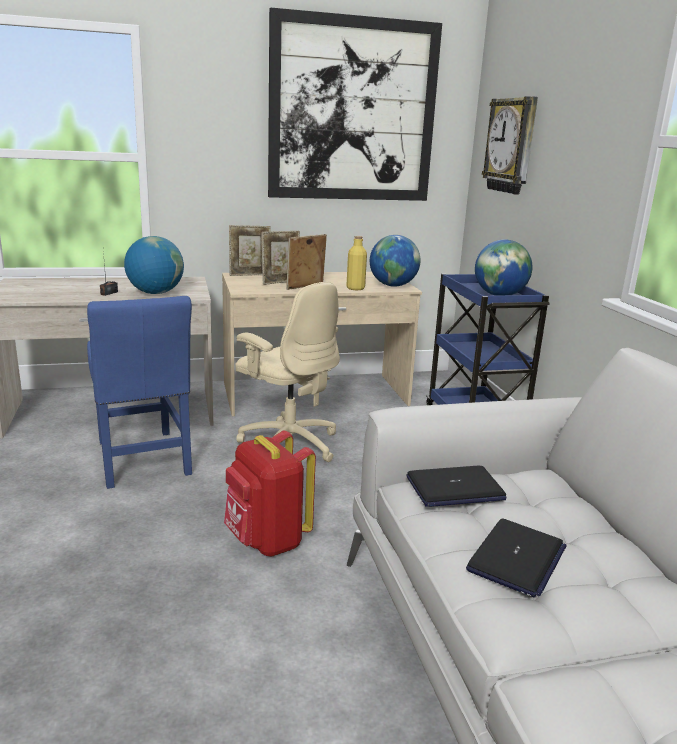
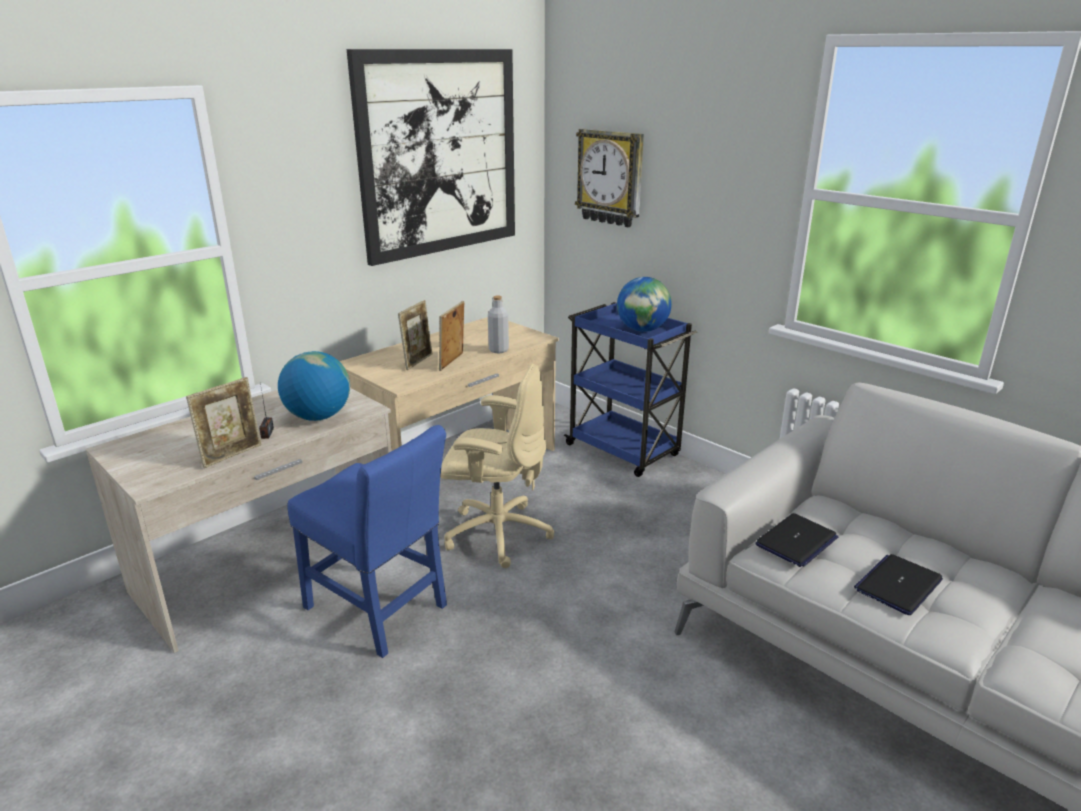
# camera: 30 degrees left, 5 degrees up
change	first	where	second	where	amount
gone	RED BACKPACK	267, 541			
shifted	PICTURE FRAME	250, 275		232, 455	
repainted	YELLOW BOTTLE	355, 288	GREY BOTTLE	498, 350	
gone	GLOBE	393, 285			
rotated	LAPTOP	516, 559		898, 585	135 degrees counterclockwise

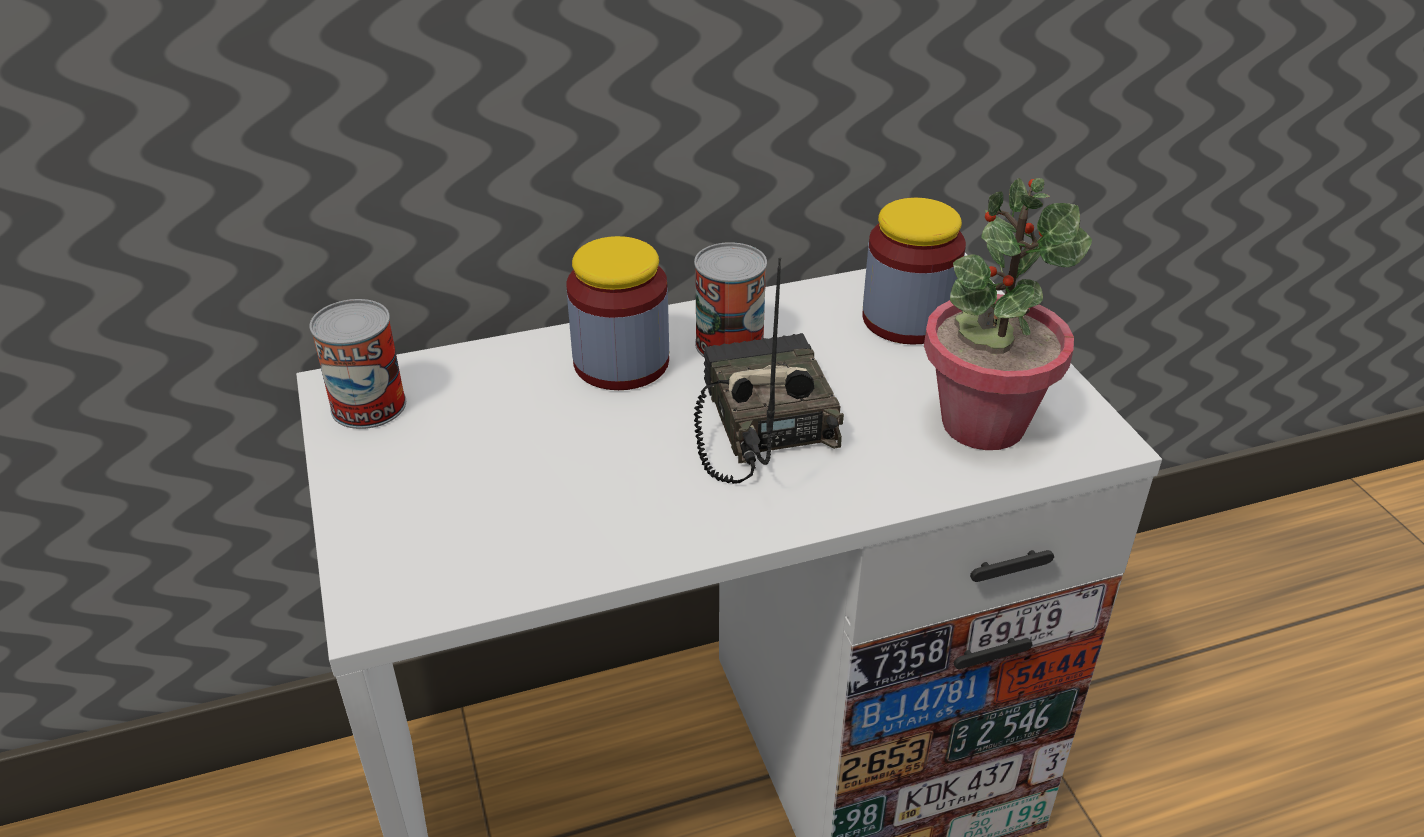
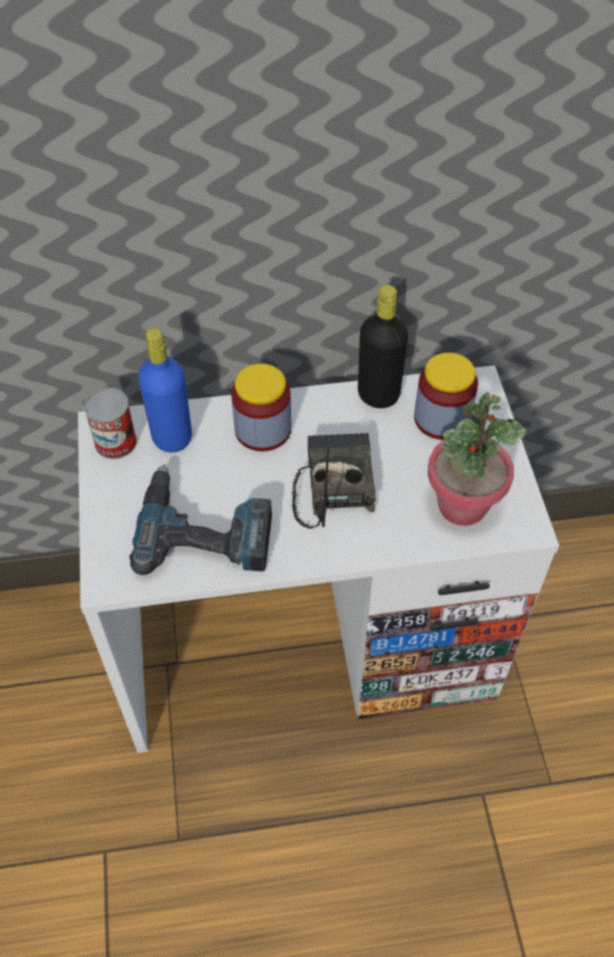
# camera: 10 degrees right, 15 degrees up
change	first	where	second	where	amount
gone	CAN	729, 343			
new			POWER DRILL	205, 529	
new			BLUE BOTTLE	172, 437	
new			BLACK BOTTLE	378, 395	

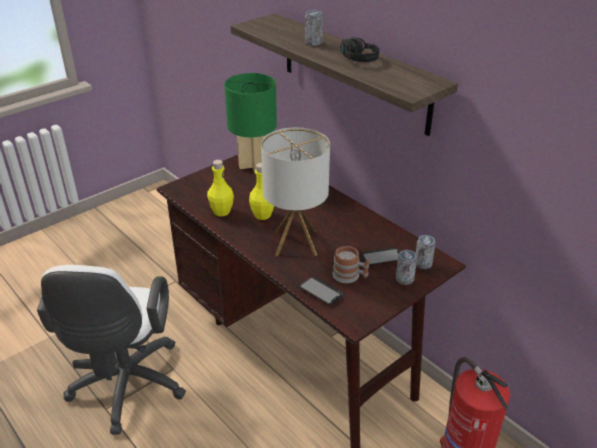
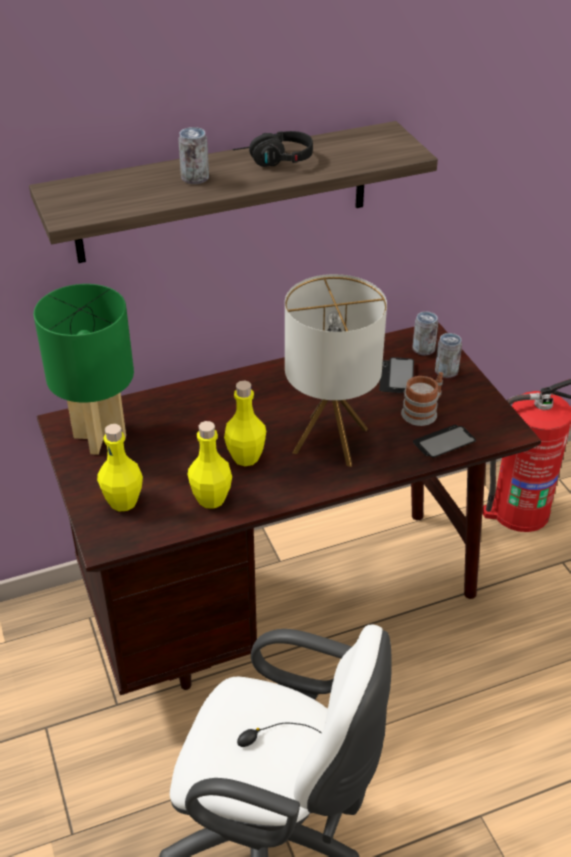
# camera: 70 degrees left, 5 degrees up
change	first	where	second	where	amount
new			YELLOW BOTTLE	123, 502	

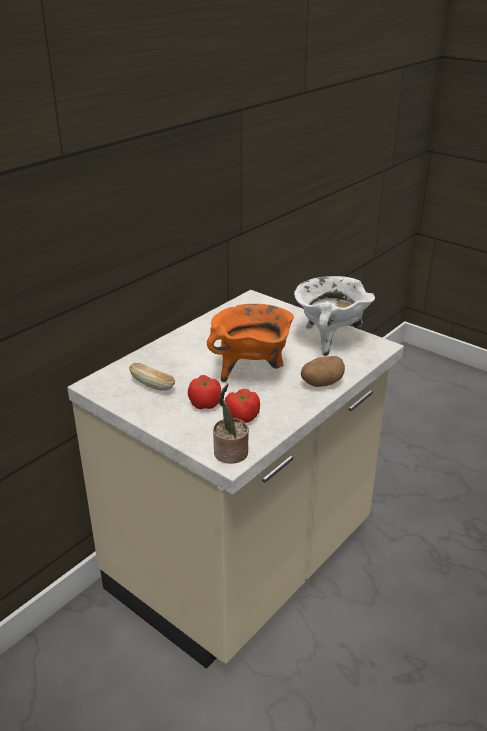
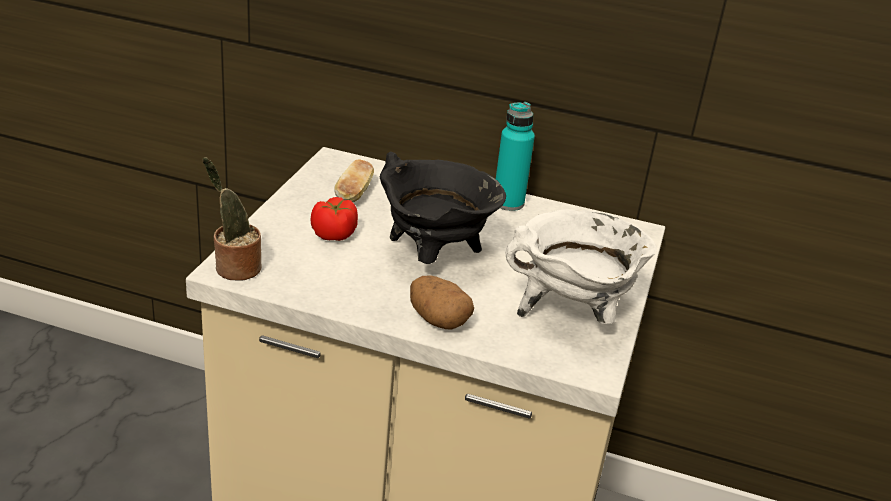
# camera: 65 degrees right, 0 degrees up
change	first	where	second	where	amount
repainted	ORANGE COOKING POT	251, 370	BLACK COOKING POT	433, 257	
gone	TOMATO	242, 417			
new			TURQUOISE BOTTLE	508, 203	

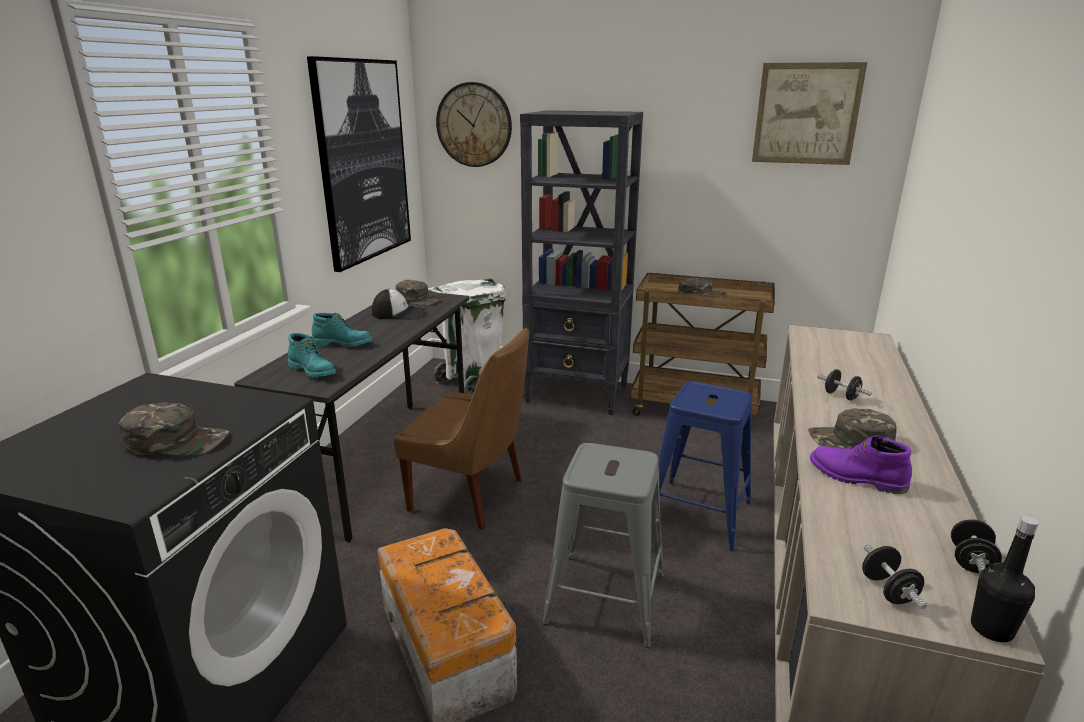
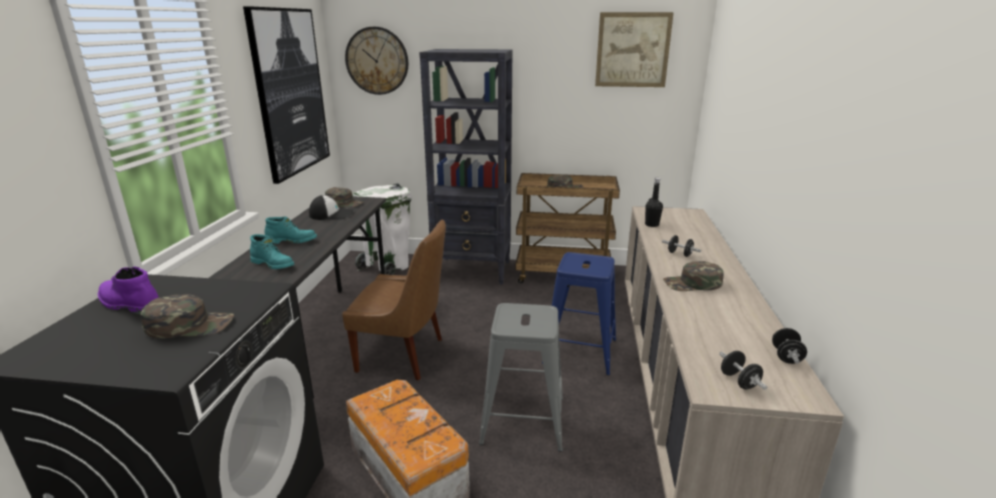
# camera: 10 degrees left, 0 degrees up
change	first	where	second	where	amount
shifted	PURPLE BOOT	856, 478		129, 304	
shifted	BLACK BOTTLE	991, 629		652, 225	

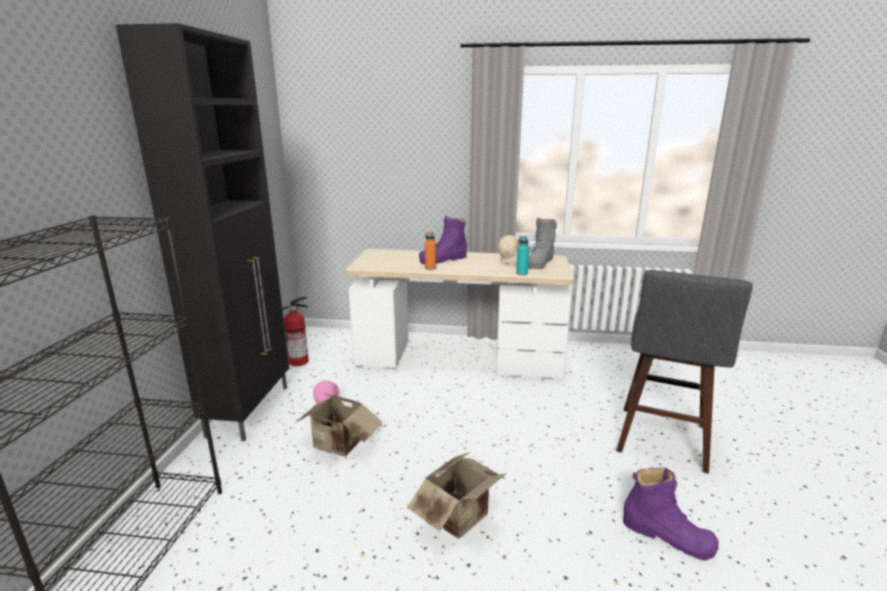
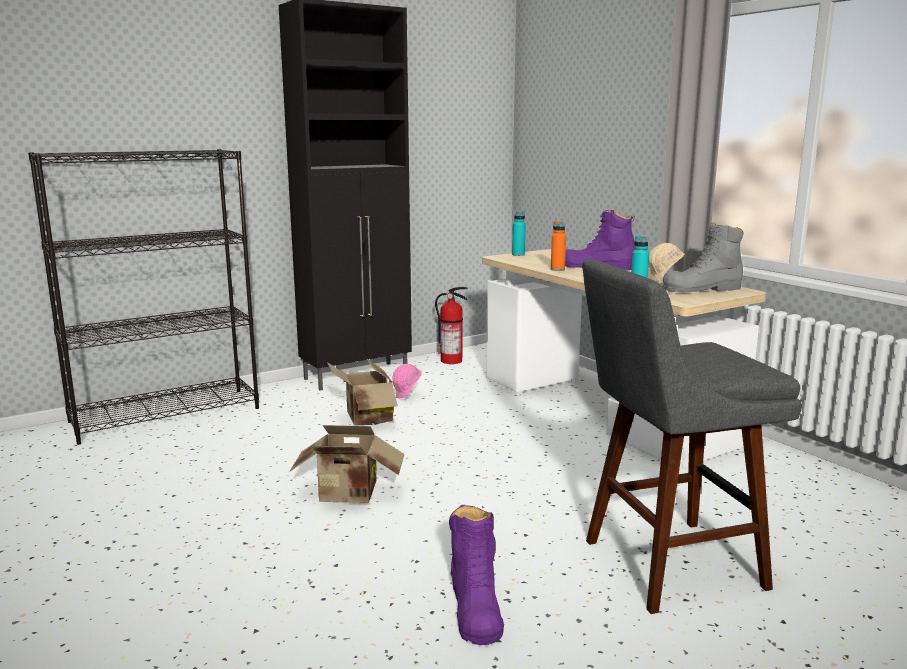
# camera: 50 degrees right, 5 degrees down
change	first	where	second	where	amount
new			TURQUOISE BOTTLE	518, 254	

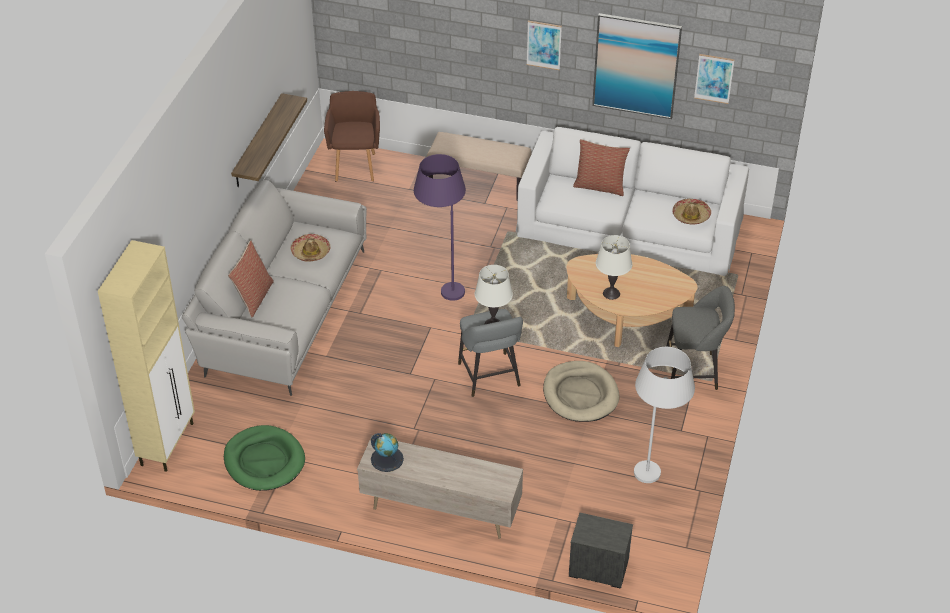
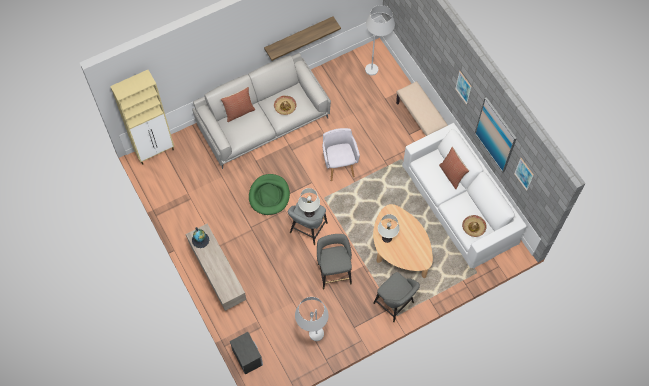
# camera: 45 degrees right, 20 degrees up
change	first	where	second	where	amount
shifted	GREEN DOG BED	264, 461		269, 195	
swapped	BROWN ARMCHAIR	355, 165	WHITE FLOOR LAMP	376, 65	
swapped	PURPLE FLOOR LAMP	441, 287	GREY ARMCHAIR	339, 165	
swapped	BEIGE DOG BED	580, 394	GREY STOOL	334, 271	

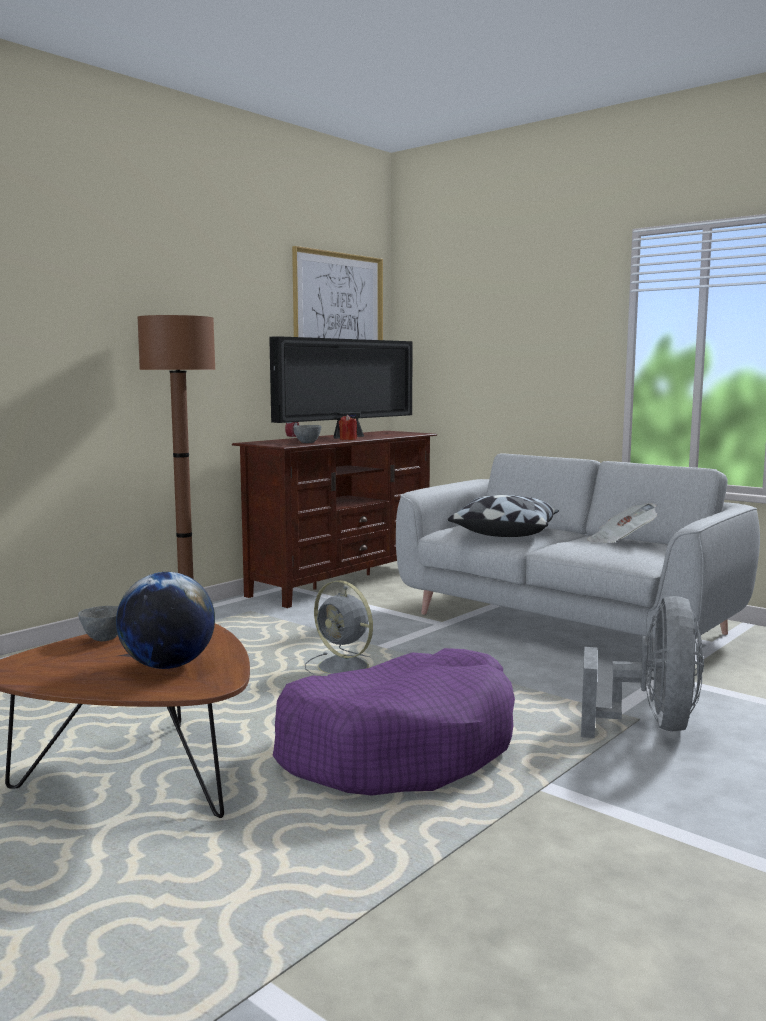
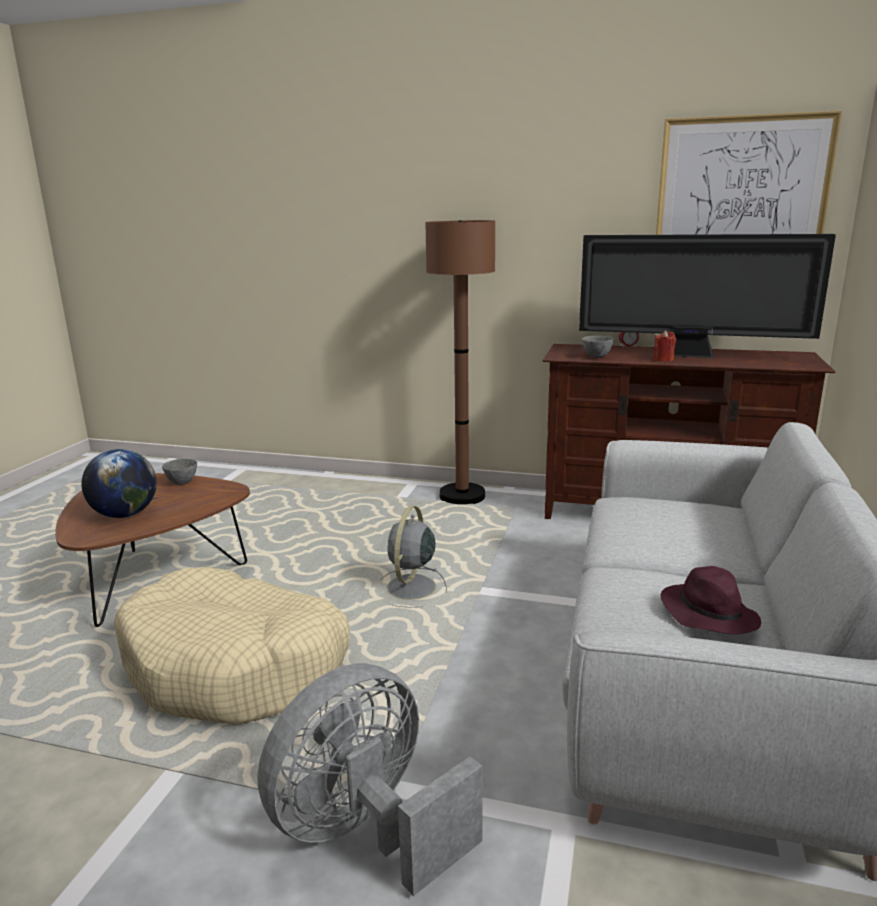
# camera: 65 degrees right, 10 degrees up
change	first	where	second	where	amount
repainted	PURPLE DOG BED	398, 748	BEIGE DOG BED	236, 666	
gone	PILLOW	504, 533			
rotated	GREY FAN	651, 726		367, 830	150 degrees clockwise
swapped	NEWSPAPER	621, 541	PURPLE HAT	707, 613	

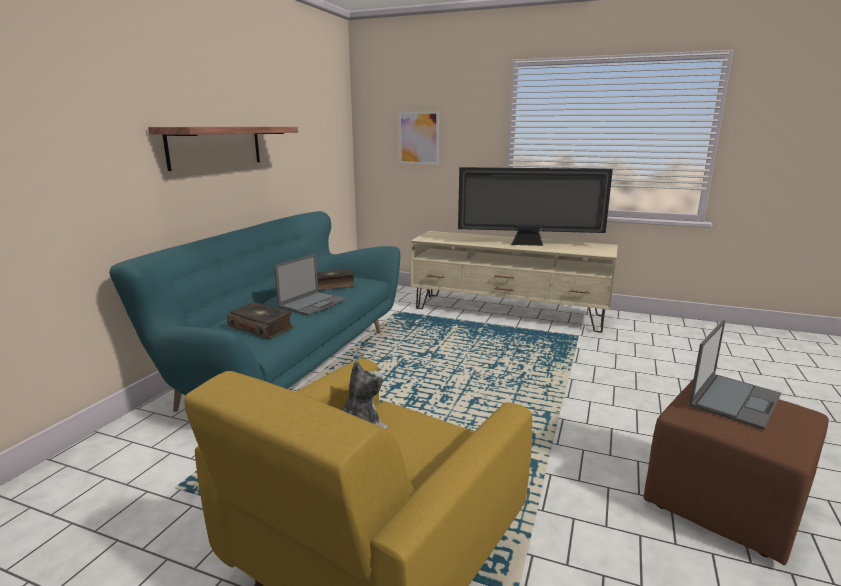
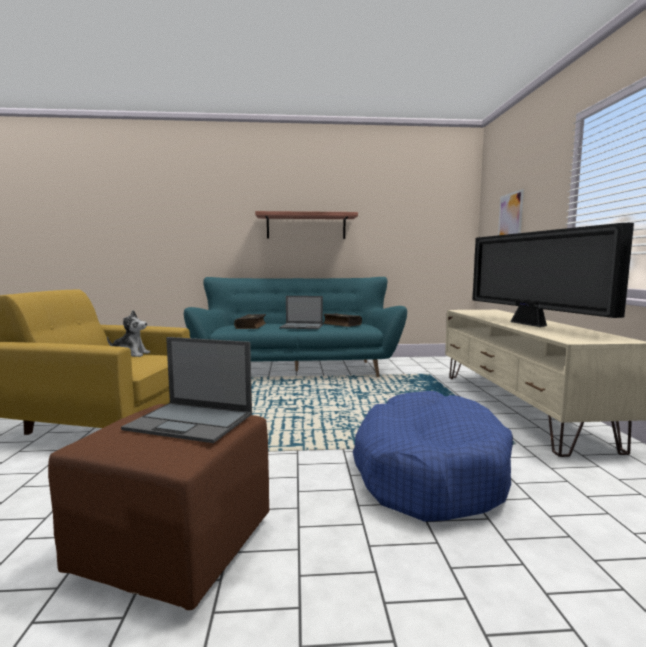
# camera: 65 degrees right, 10 degrees down
change	first	where	second	where	amount
new			BLUE DOG BED	427, 471	

